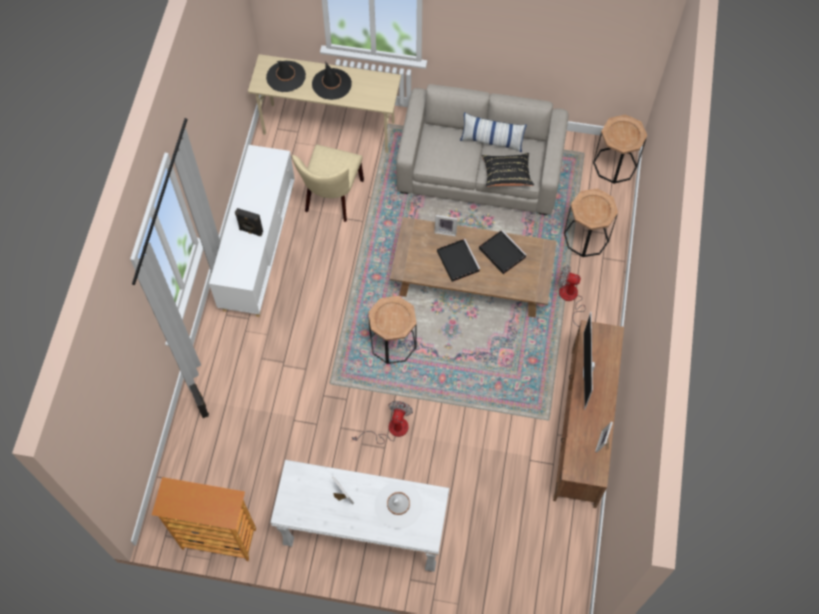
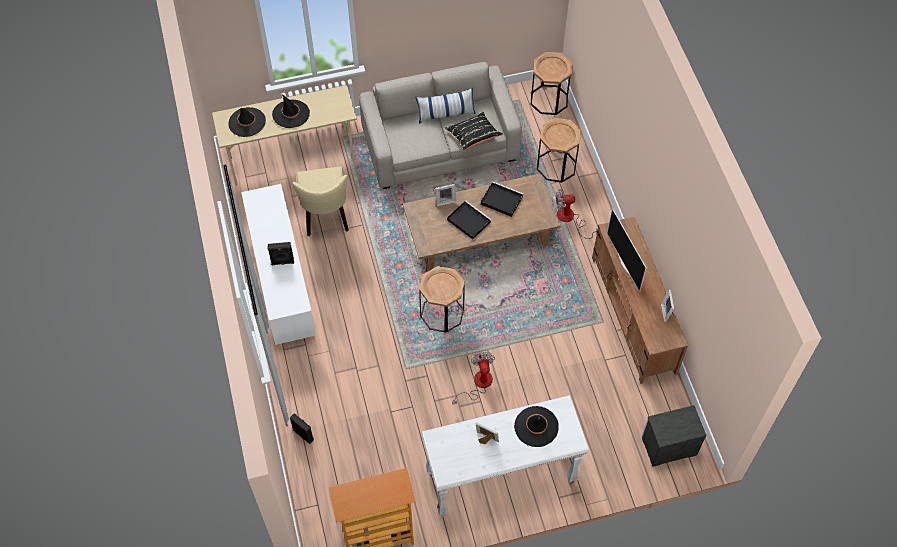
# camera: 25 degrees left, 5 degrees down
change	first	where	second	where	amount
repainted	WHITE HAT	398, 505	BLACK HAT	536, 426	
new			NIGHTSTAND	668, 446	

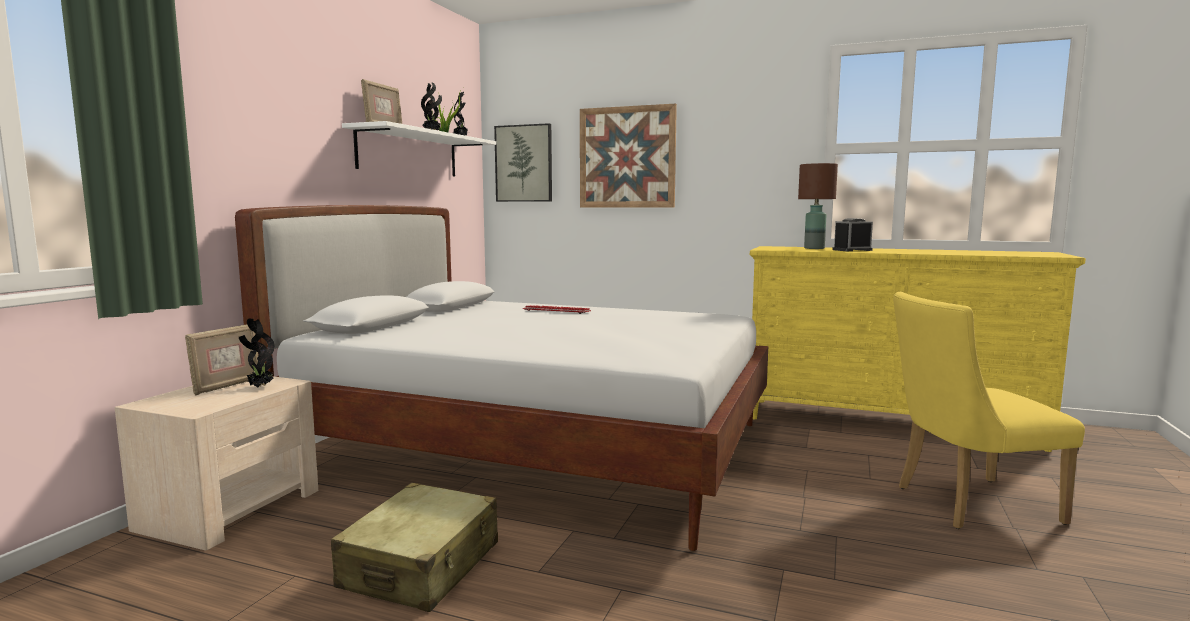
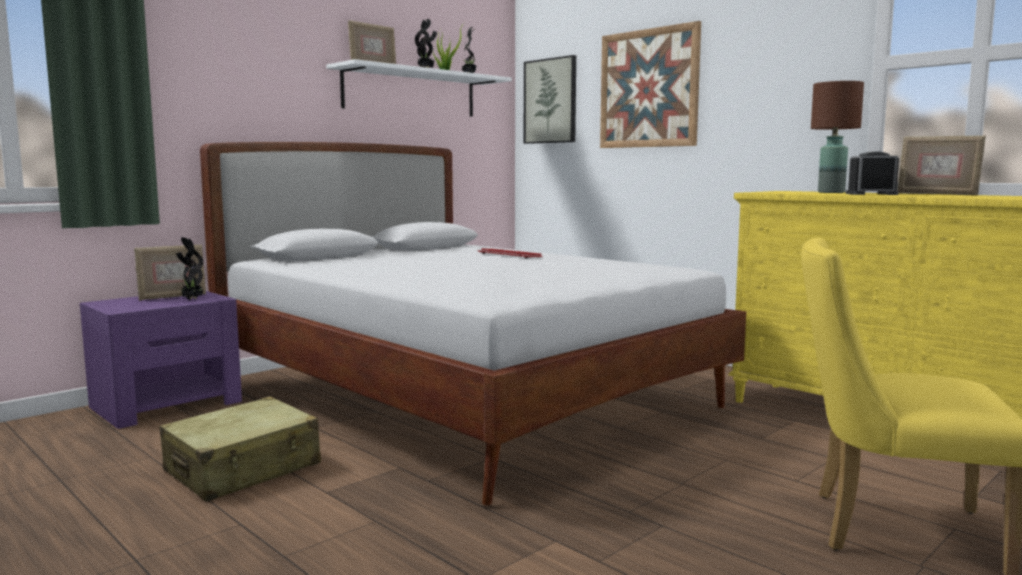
# camera: 25 degrees right, 0 degrees up
change	first	where	second	where	amount
repainted	BEIGE NIGHTSTAND	231, 509	PURPLE NIGHTSTAND	167, 404	
new			PICTURE FRAME	937, 194	

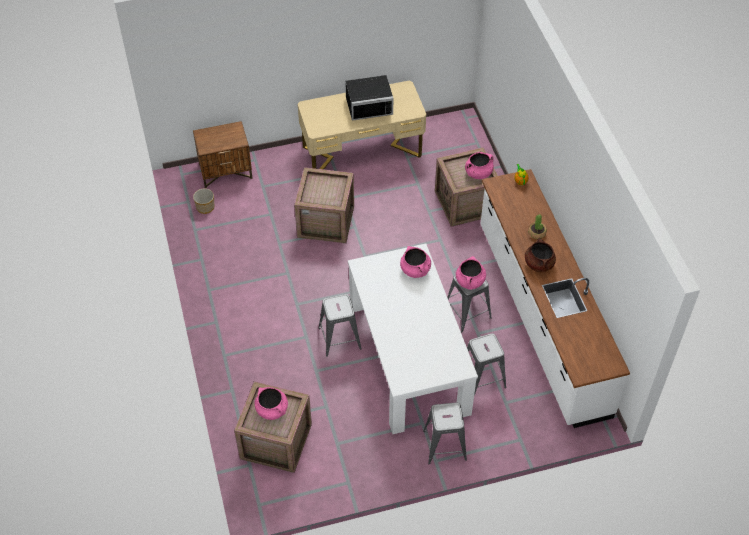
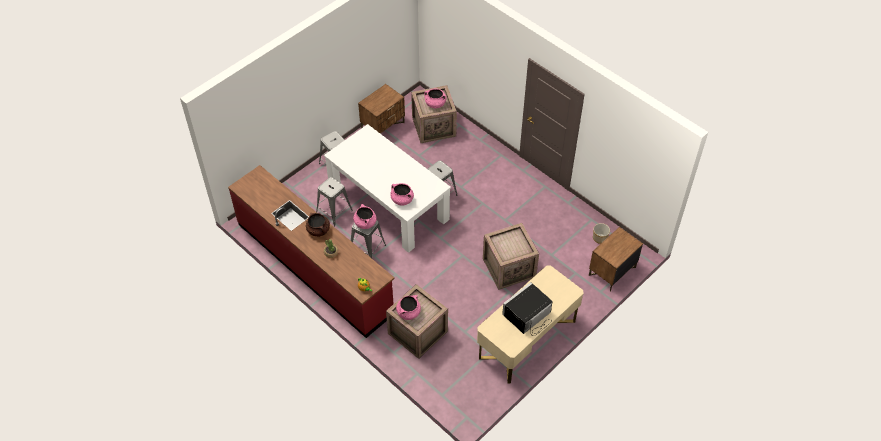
# camera: 150 degrees right, 0 degrees up
change	first	where	second	where	amount
repainted	WHITE COUNTER	541, 318	RED COUNTER	314, 267	
new			BROWN NIGHTSTAND	383, 125	

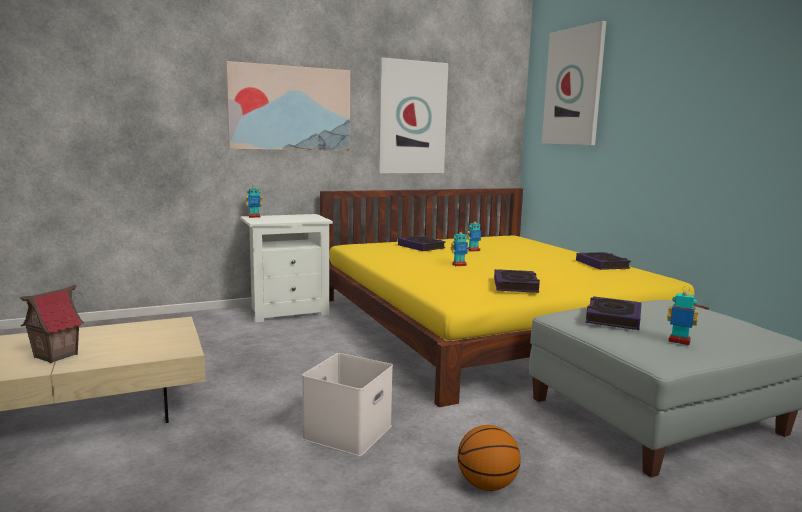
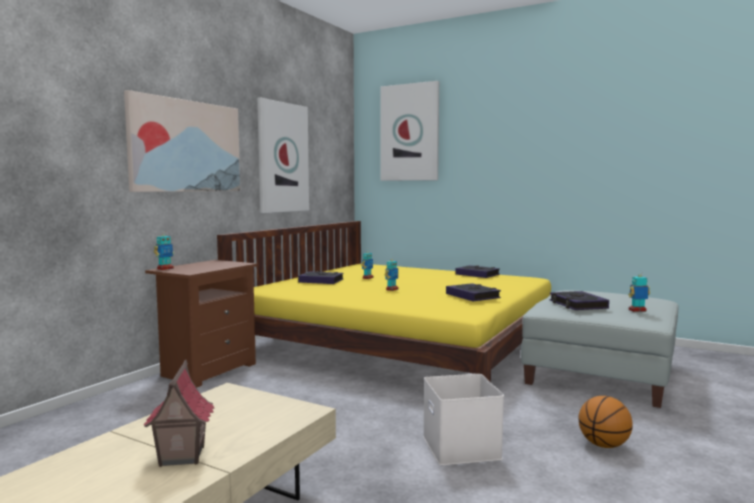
# camera: 35 degrees left, 5 degrees down
change	first	where	second	where	amount
repainted	WHITE NIGHTSTAND	287, 311	BROWN NIGHTSTAND	207, 370	

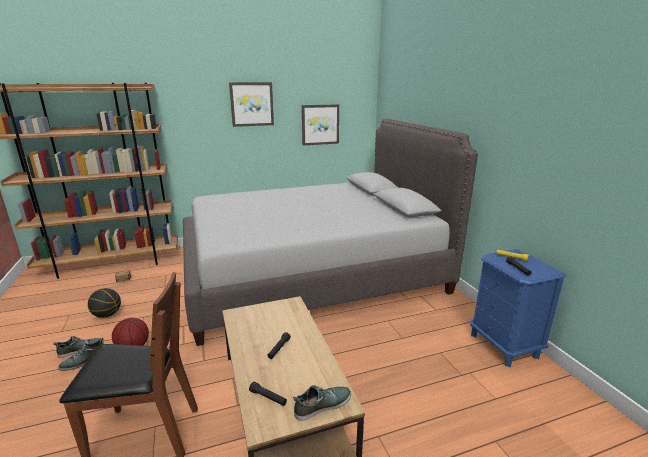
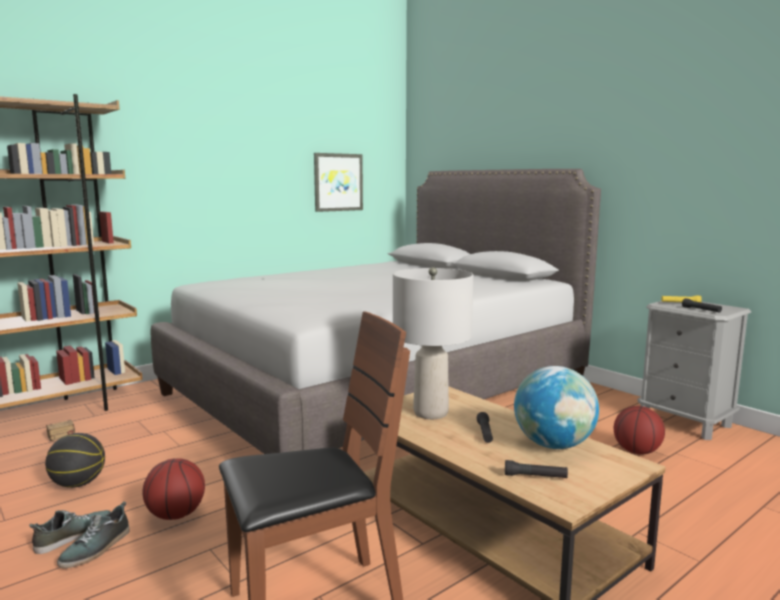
# camera: 20 degrees left, 10 degrees down
change	first	where	second	where	amount
gone	PICTURE	252, 104			
gone	SHOE	322, 405			
repainted	BLUE NIGHTSTAND	504, 345	GREY NIGHTSTAND	685, 422	
new			GREY TABLE LAMP	431, 413	
new			GLOBE	553, 445	
new			BASKETBALL	636, 451	

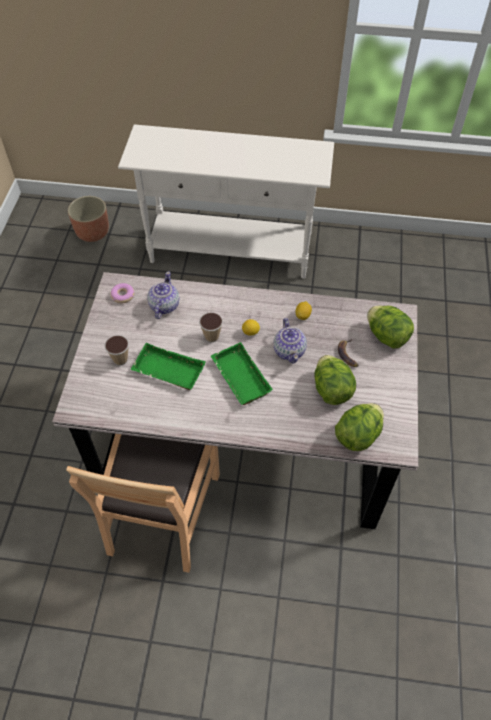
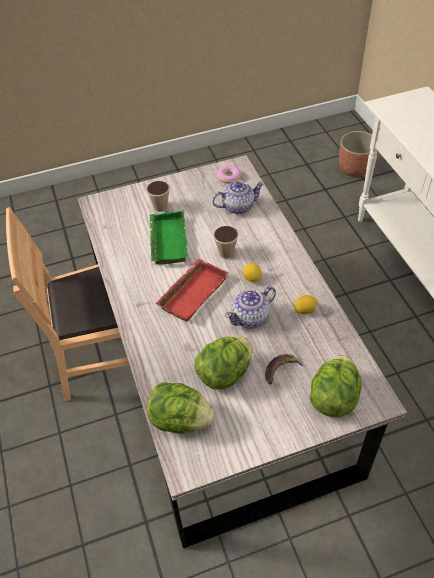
# camera: 65 degrees right, 5 degrees down
change	first	where	second	where	amount
repainted	GREEN TRAY	238, 377	RED TRAY	192, 292	

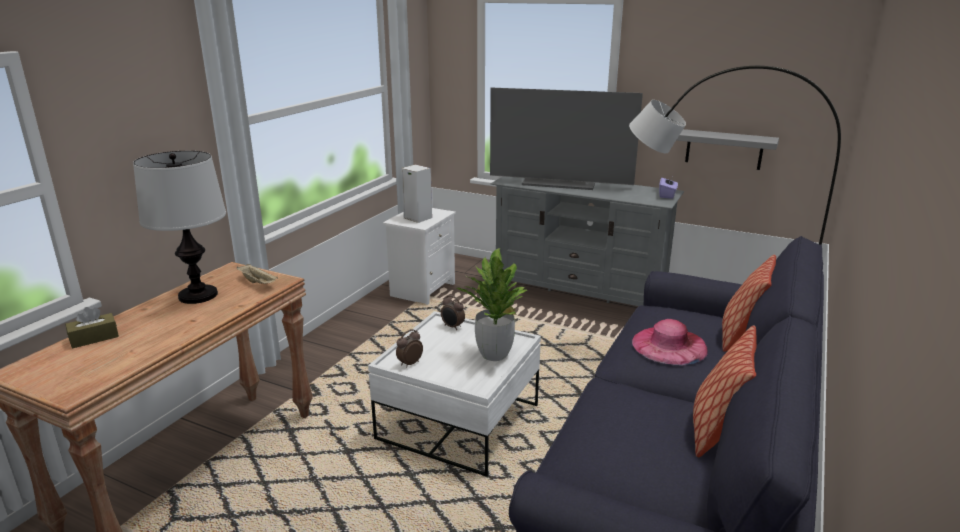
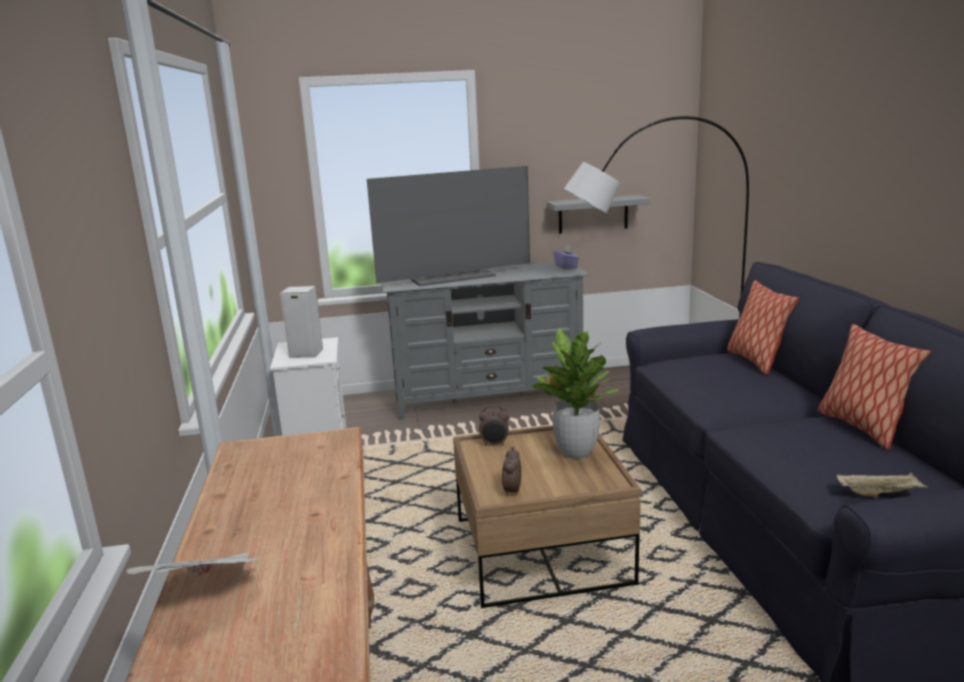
# camera: 35 degrees left, 5 degrees down
change	first	where	second	where	amount
swapped	BROWN TISSUE BOX	94, 338	NEWSPAPER	206, 591	
gone	TABLE LAMP	197, 295			
shifted	BEIGE TRAY	258, 283		879, 494	
repainted	WHITE COFFEE TABLE	459, 422	BROWN COFFEE TABLE	541, 551	
gone	PINK HAT	669, 345			

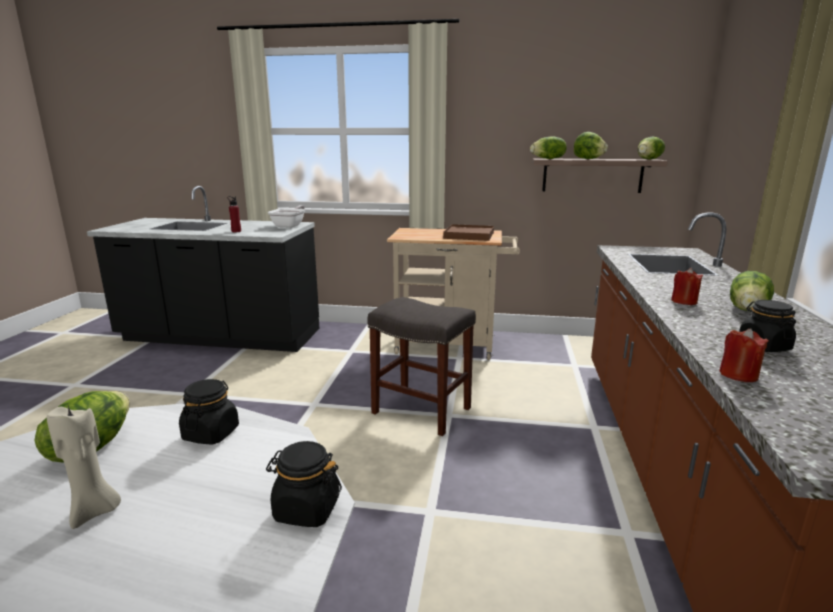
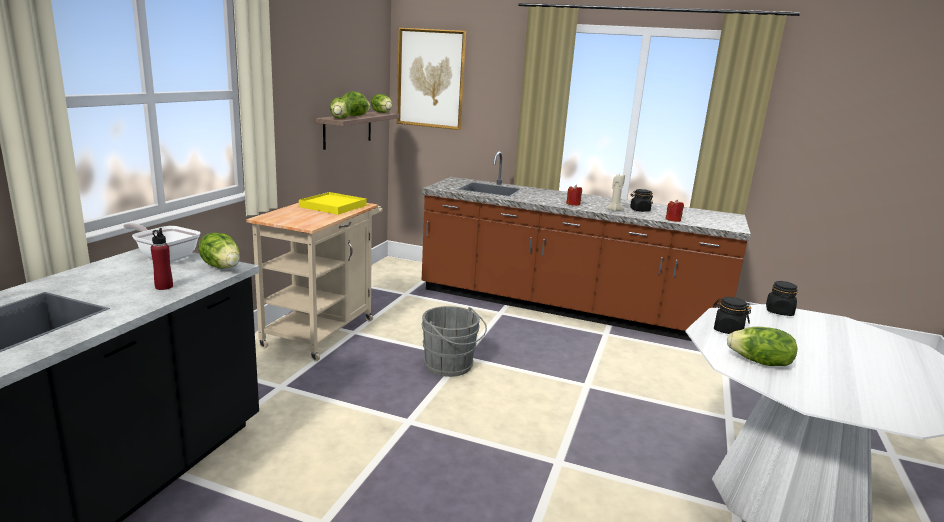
# camera: 80 degrees left, 0 degrees up
change	first	where	second	where	amount
shifted	BEIGE CANDLE	95, 512		614, 210	
swapped	GREY STOOL	423, 410	GREY BUCKET	450, 366	
repainted	BROWN TRAY	469, 235	YELLOW TRAY	333, 206	
shifted	LETTUCE	748, 309		222, 266	
new			PICTURE	430, 79	

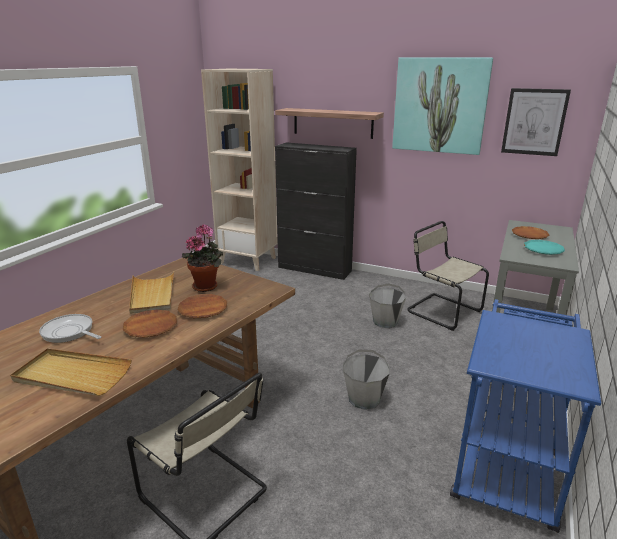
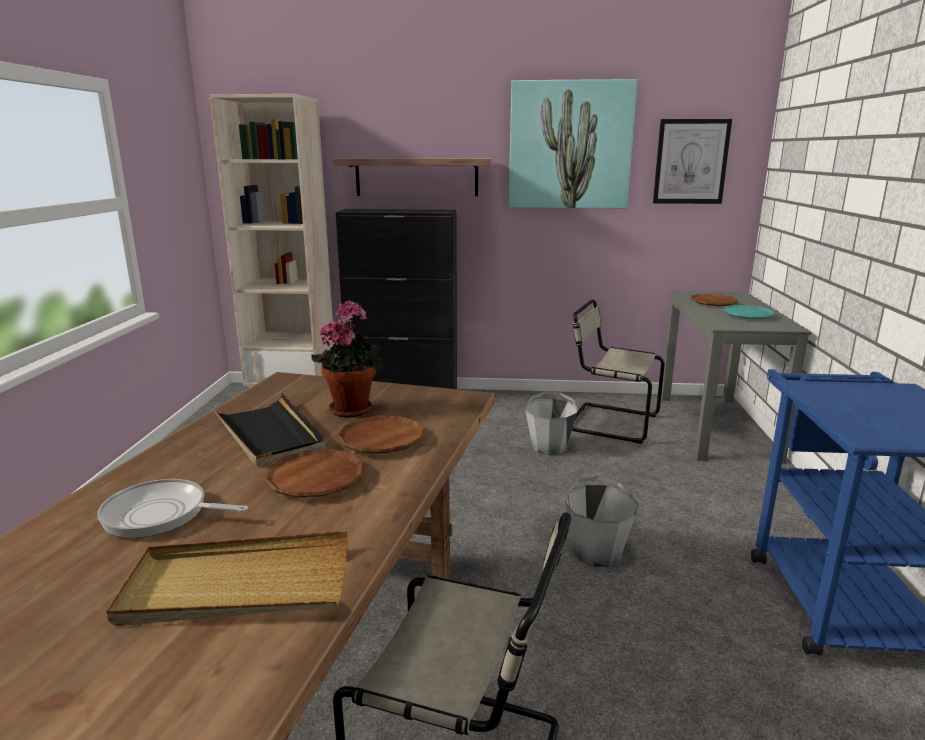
# camera: 20 degrees left, 5 degrees down
change	first	where	second	where	amount
repainted	BEIGE TRAY	152, 295	BLACK TRAY	269, 433	

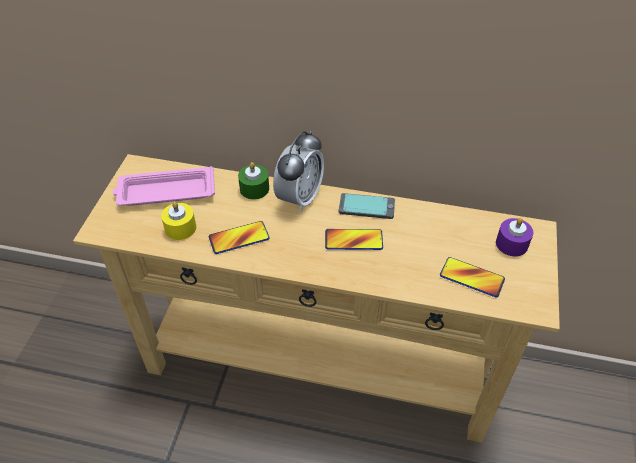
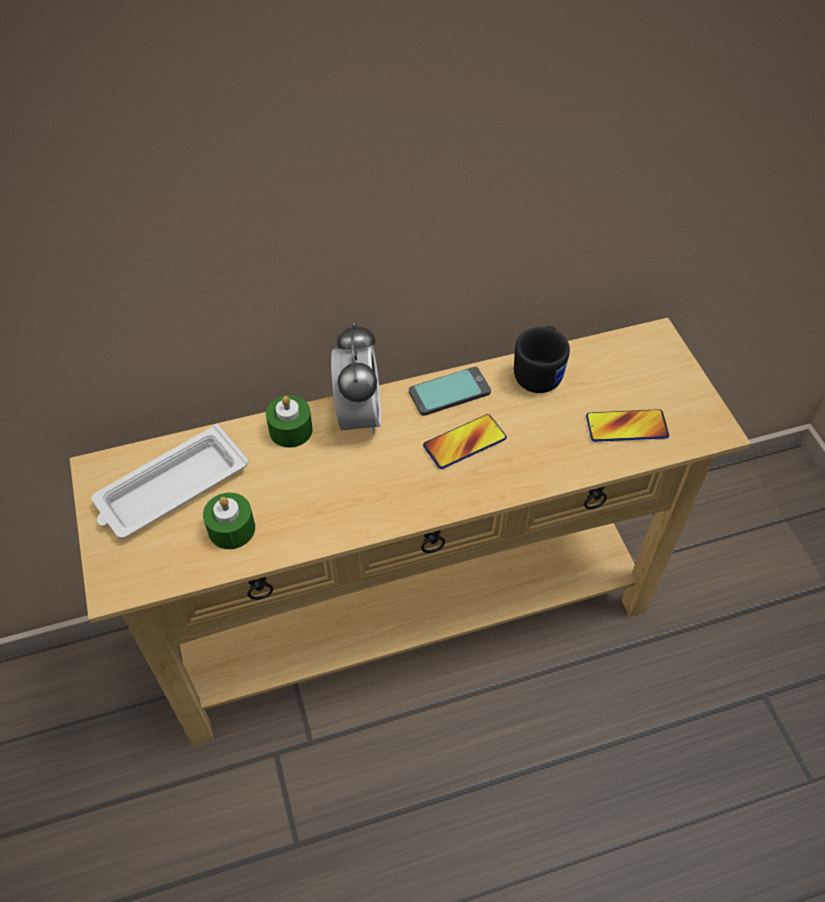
# camera: 30 degrees left, 5 degrees up
change	first	where	second	where	amount
repainted	PINK TRAY	165, 192	WHITE TRAY	170, 489	
repainted	YELLOW CANDLE	180, 228	GREEN CANDLE	231, 529	
gone	PHONE	239, 238			
gone	PURPLE CANDLE	511, 244			
new			BLACK MUG	540, 372	

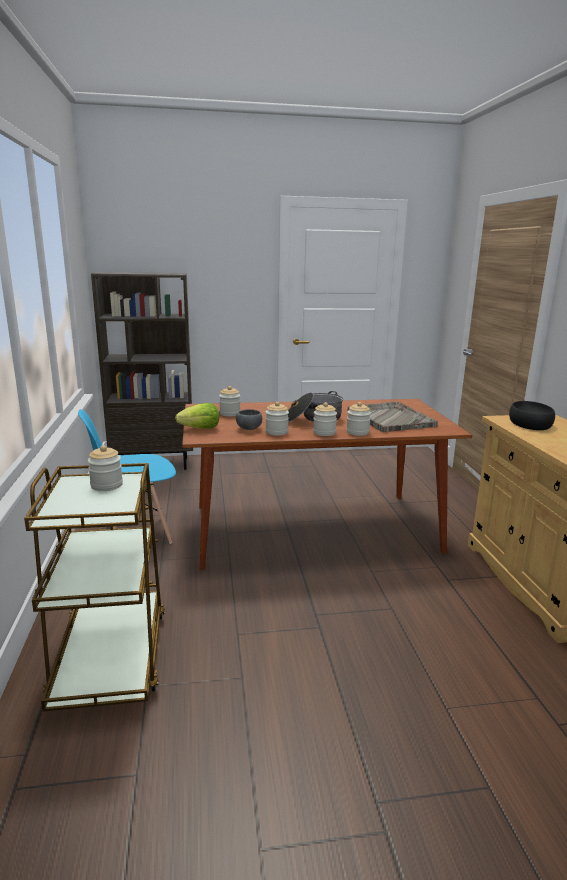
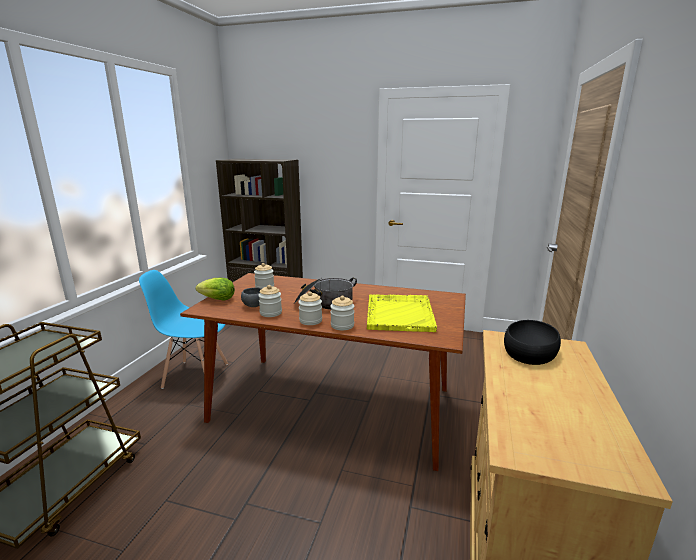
# camera: 25 degrees right, 0 degrees up
change	first	where	second	where	amount
gone	JAR	106, 485			
repainted	GREY TRAY	390, 418	YELLOW TRAY	399, 313	

